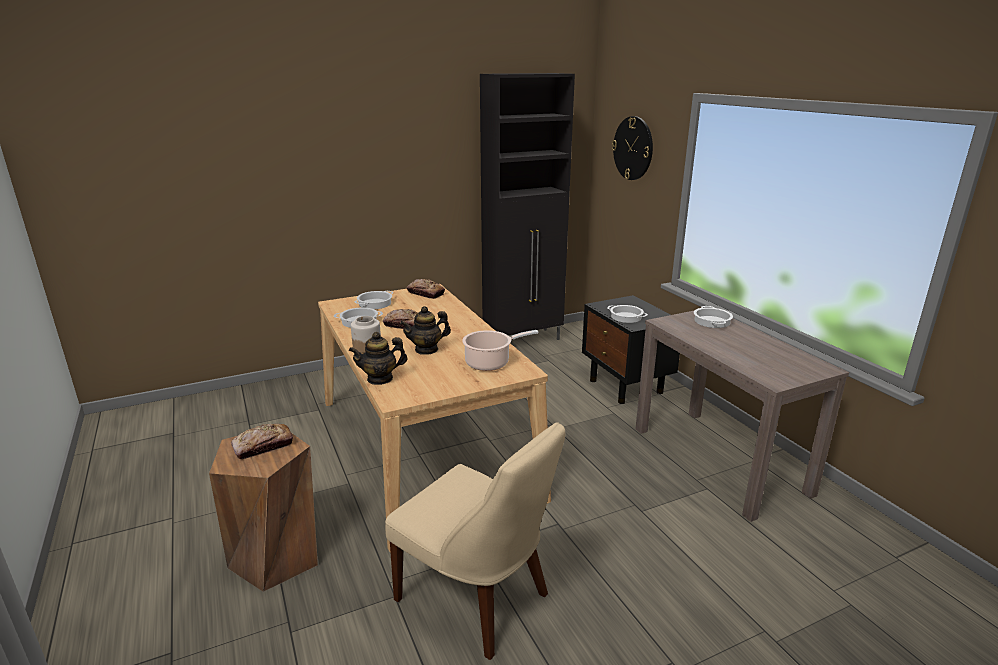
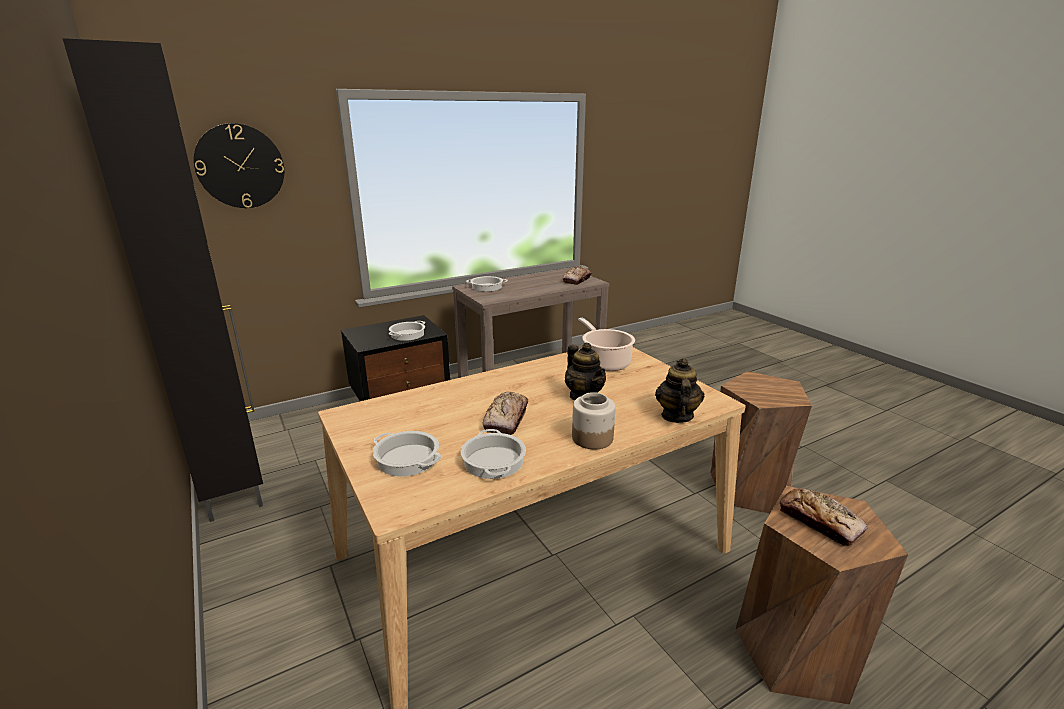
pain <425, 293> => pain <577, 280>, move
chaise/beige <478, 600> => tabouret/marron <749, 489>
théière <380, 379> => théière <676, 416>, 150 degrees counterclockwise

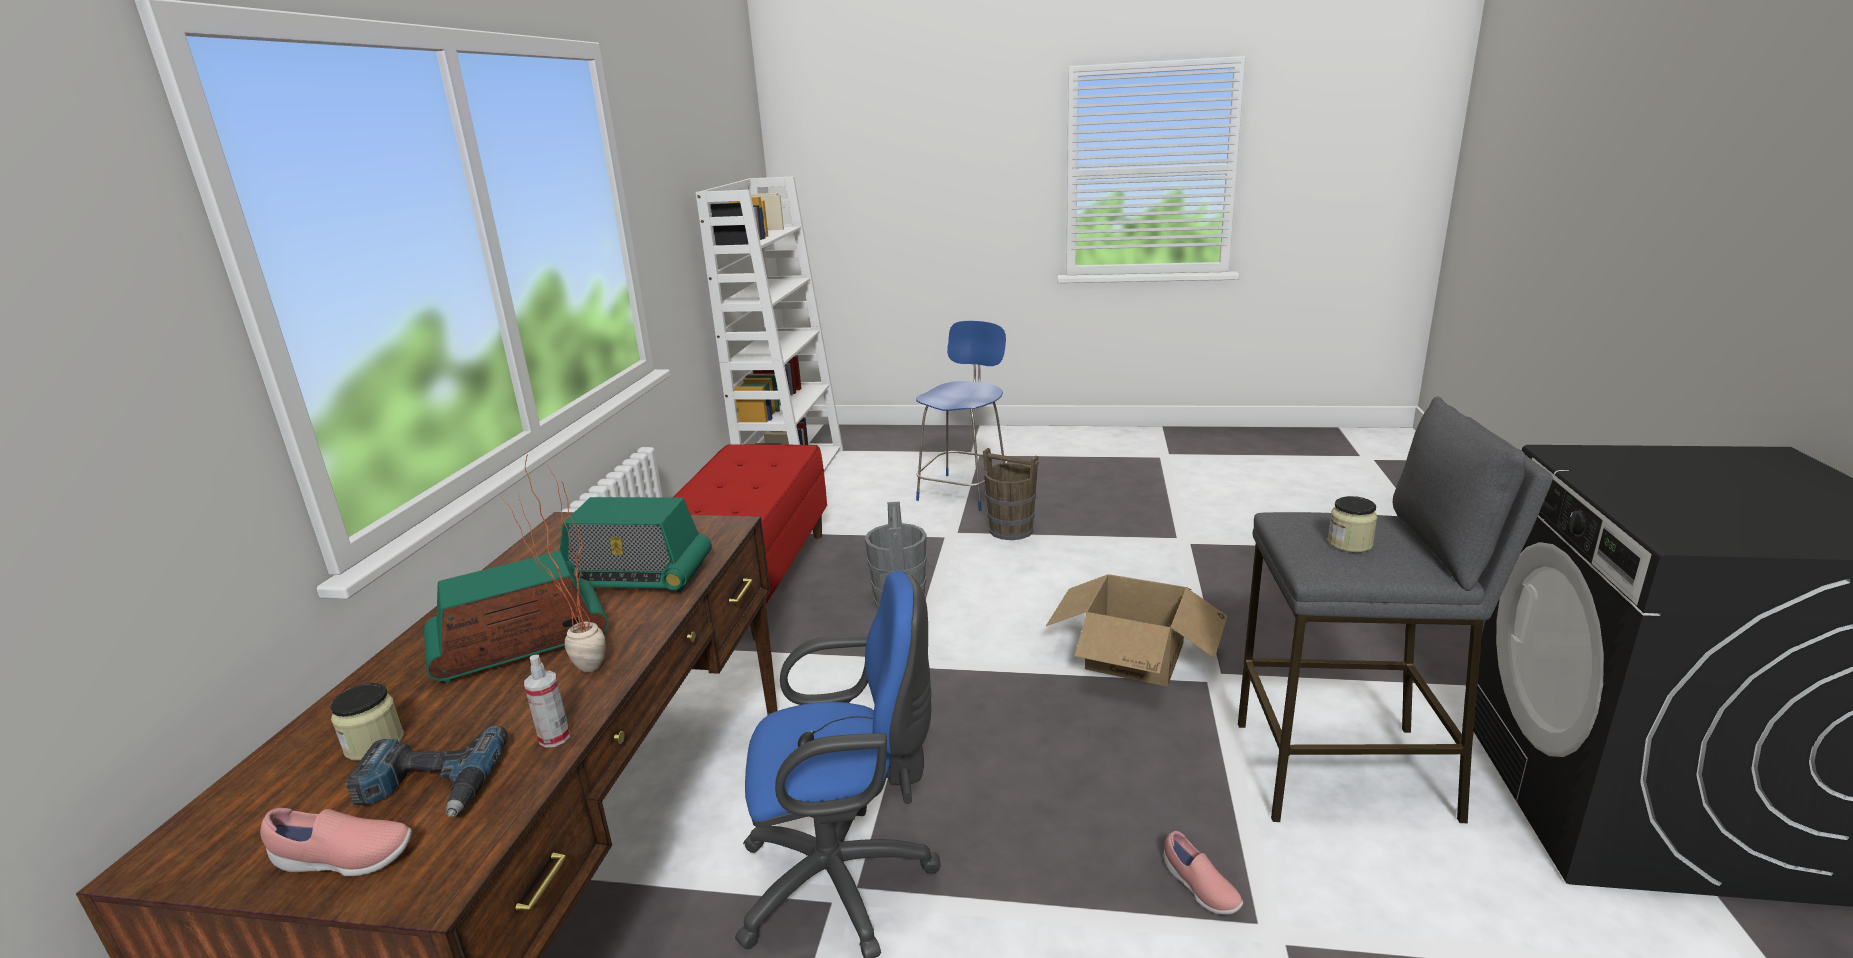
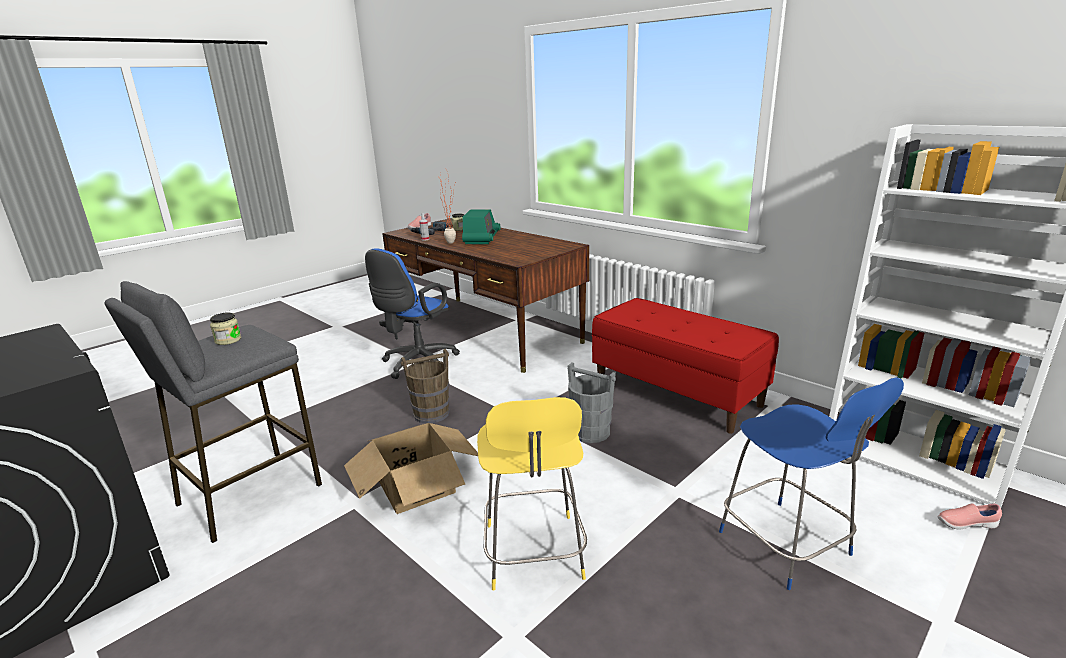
radio <633, 576> => nothing
nothing => tabouret/jaune <534, 554>
seau/marron <1011, 530> => seau/marron <432, 414>, move
chaussure/rose <1199, 888> => chaussure/rose <965, 524>, move

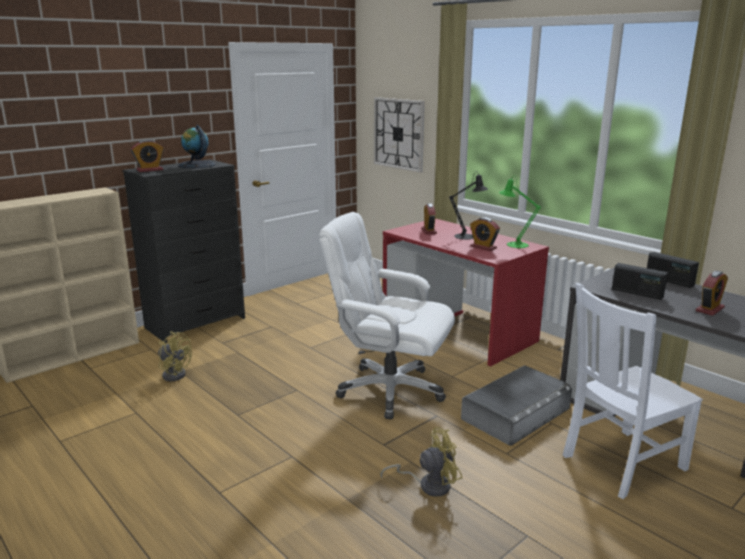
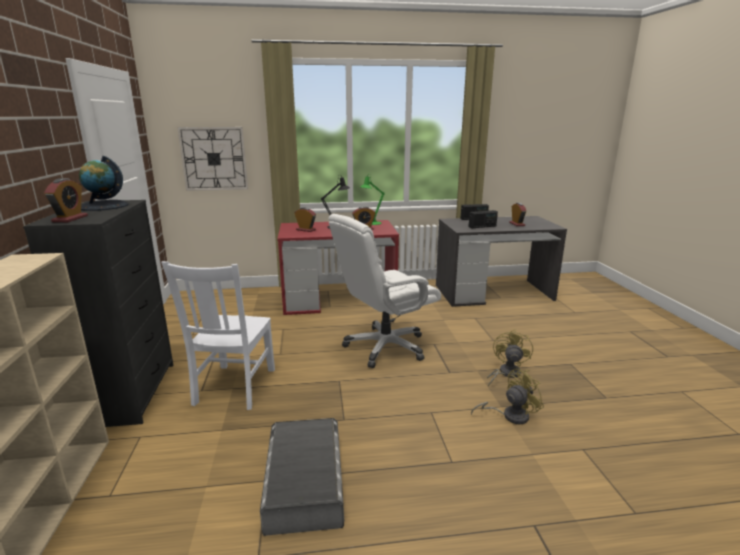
ventilateur/jaune <174, 373> => ventilateur/jaune <510, 415>, move
boîte de rangement/gris <516, 413> => boîte de rangement/gris <305, 482>, move
chaise/blanc <620, 463> => chaise/blanc <234, 388>, move

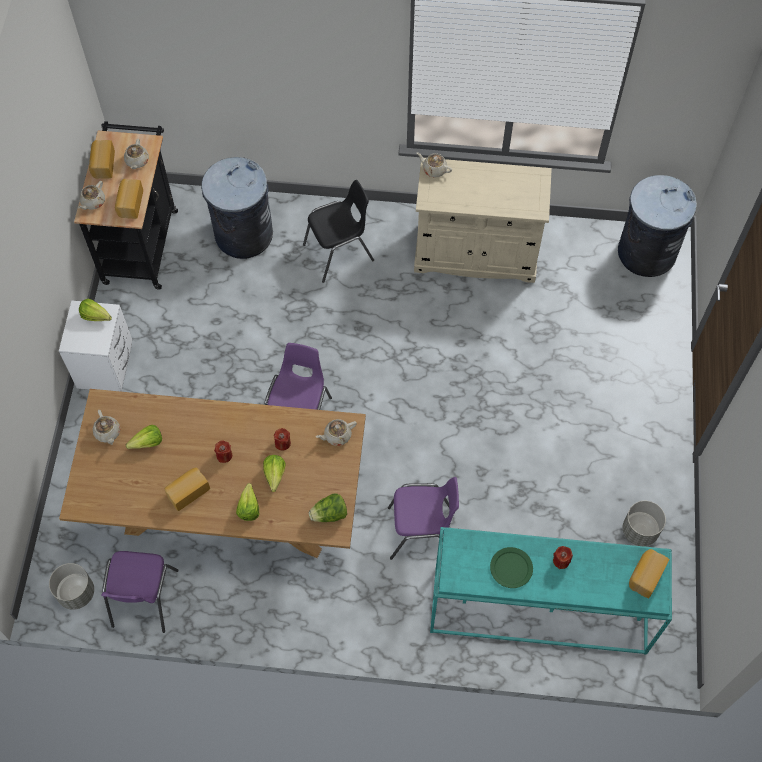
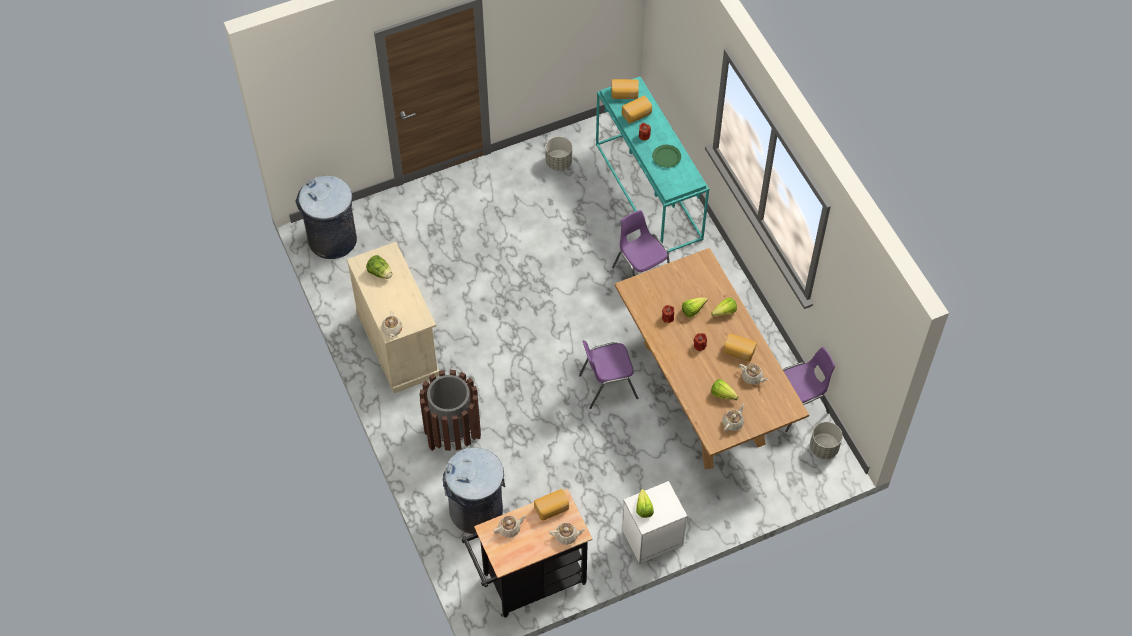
pain <102, 165> => pain <637, 115>, move
laitue <329, 514> => laitue <380, 273>, move
théière/beige <337, 435> => théière/beige <752, 377>, move
chaise/noir <339, 253> => poubelle/marron <453, 433>

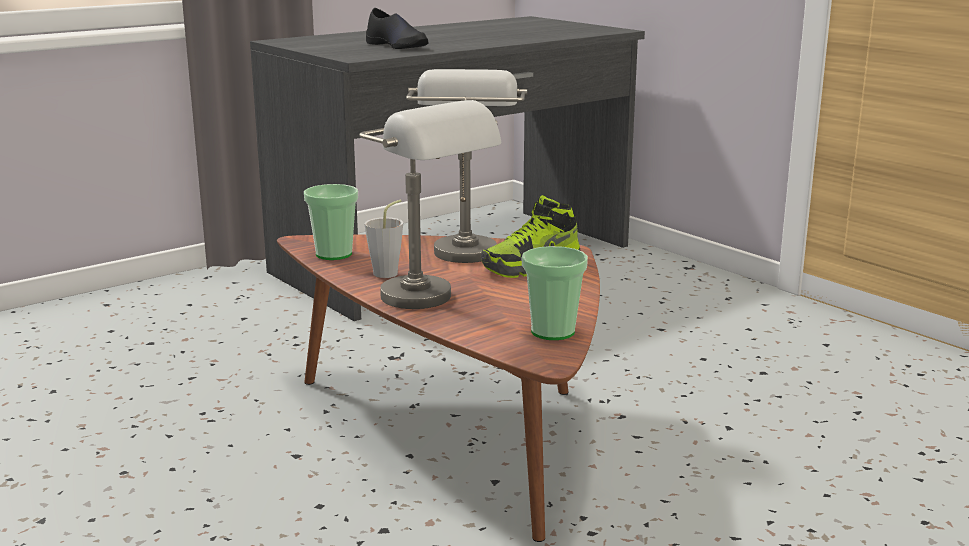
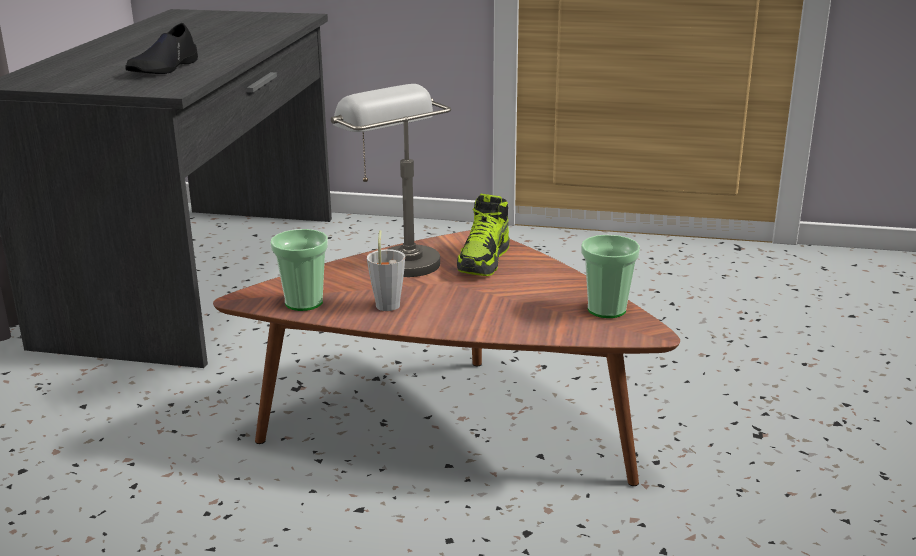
lampe de table/gris <434, 302> => nothing
chaussure/noir <397, 46> => chaussure/noir <164, 68>, 105 degrees clockwise

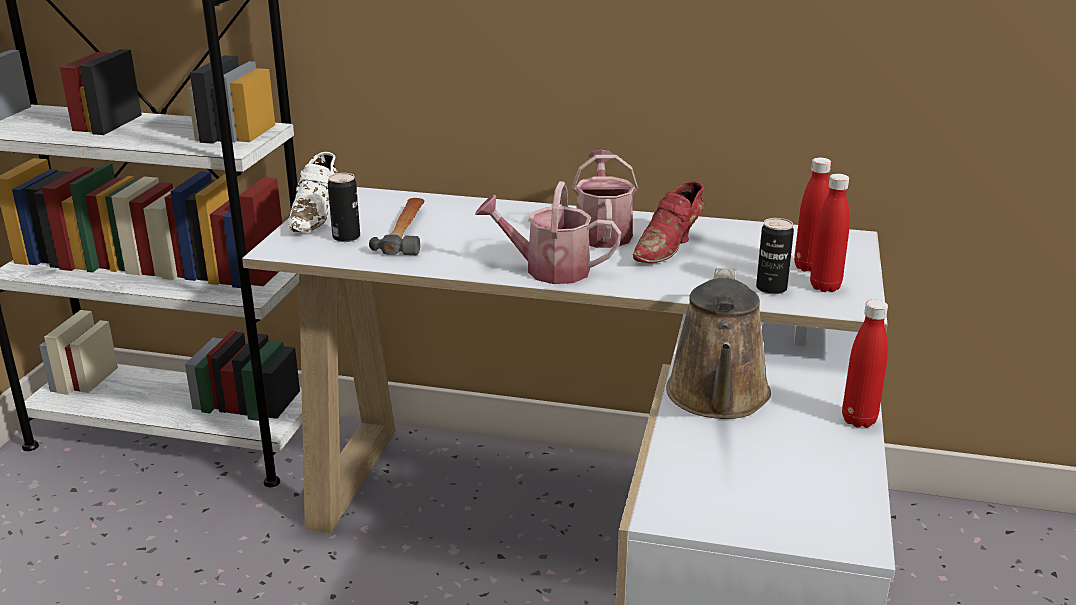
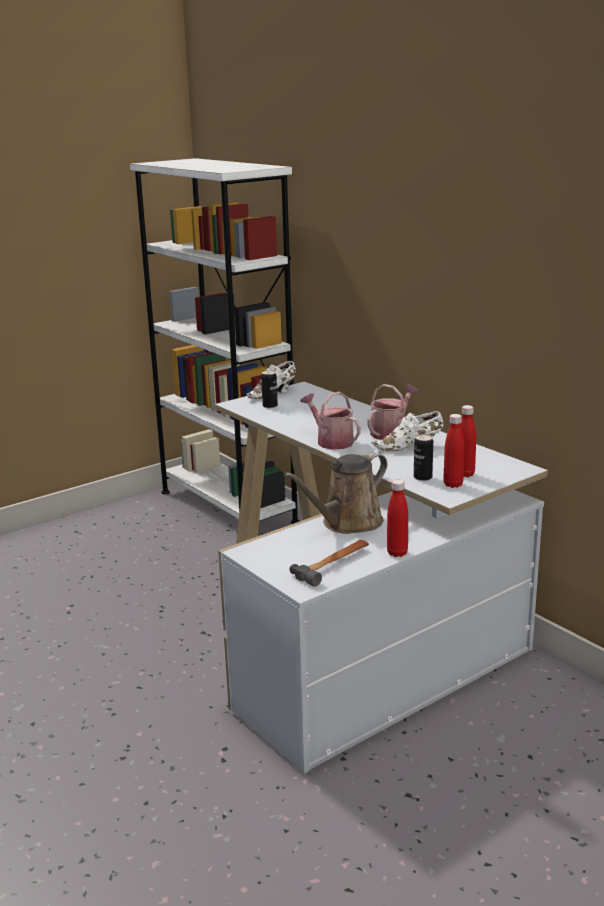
marteau <406, 231> => marteau <333, 565>, move
chaussure/rouge <669, 247> => chaussure/blanc <410, 447>

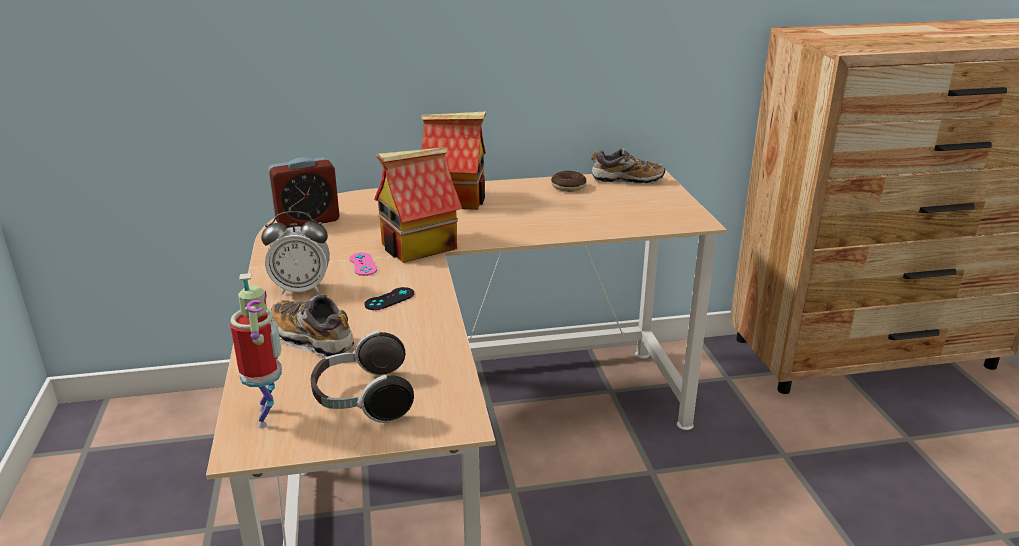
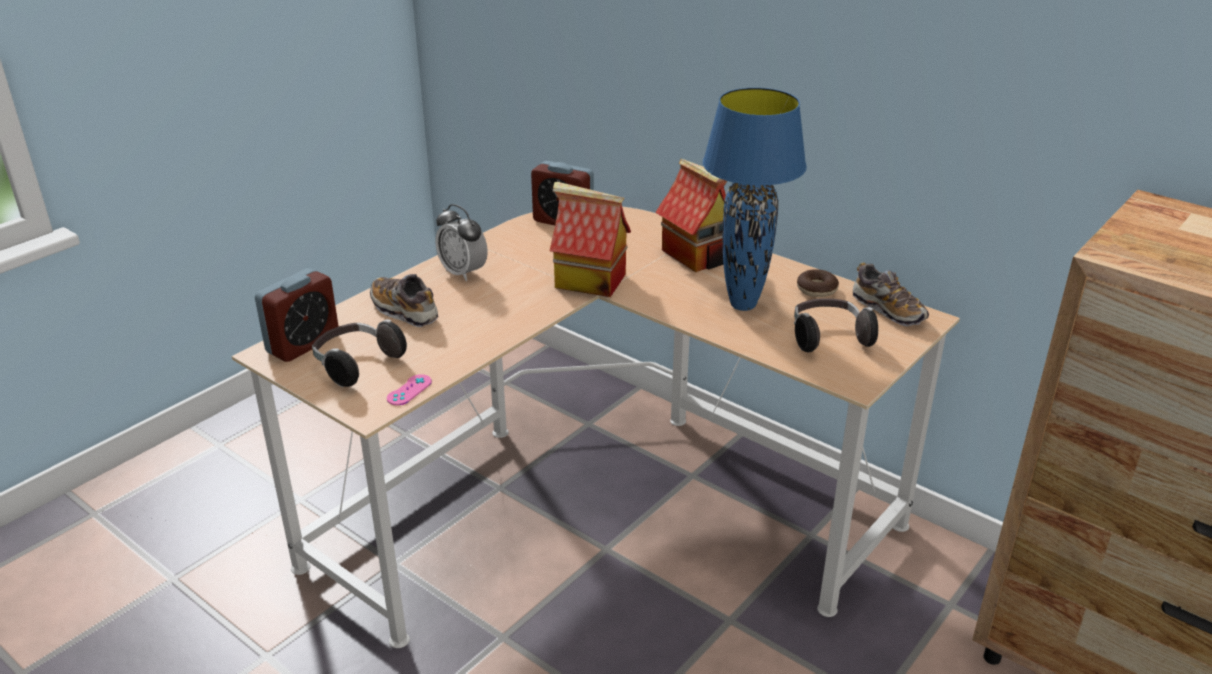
manette/noir <389, 299> => nothing
nothing => lampe de table/bleu <743, 305>
nothing => casque audio <828, 338>
manette/rose <363, 264> => manette/rose <409, 390>, move
robot jouet <269, 417> => réveil <303, 344>
chaussure <312, 339> => chaussure <404, 311>, 45 degrees counterclockwise

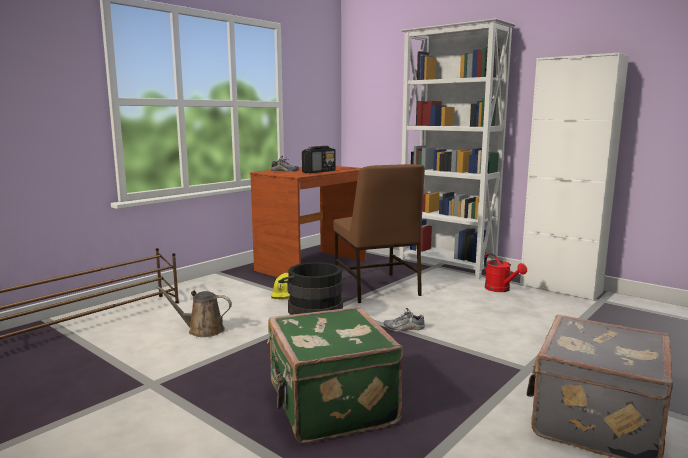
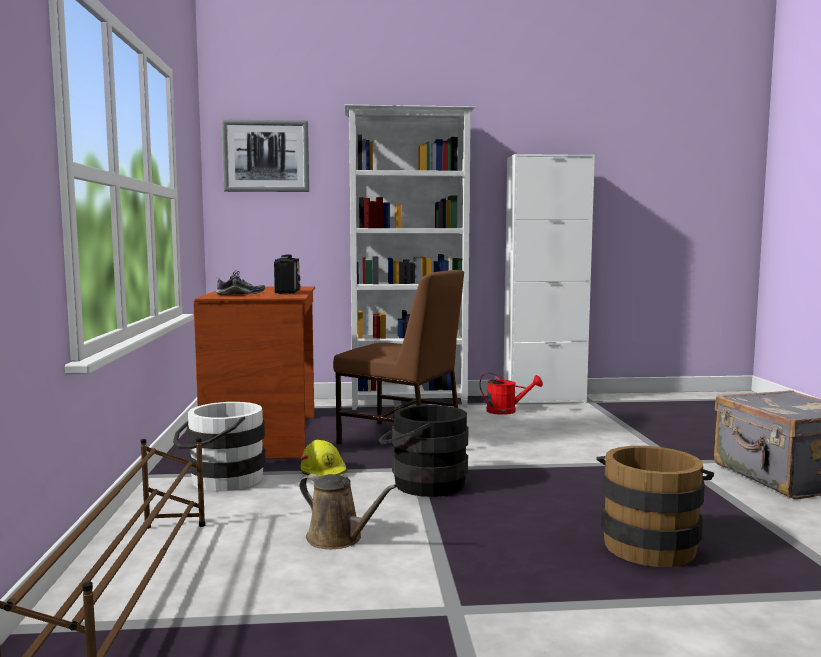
chaussure <404, 328> => nothing
nothing => seau/blanc <220, 480>
nothing => tableau <266, 156>
valise/vert <329, 406> => seau/marron <650, 543>
arrosoir/marron <202, 330> => arrosoir/marron <338, 539>, 105 degrees counterclockwise

